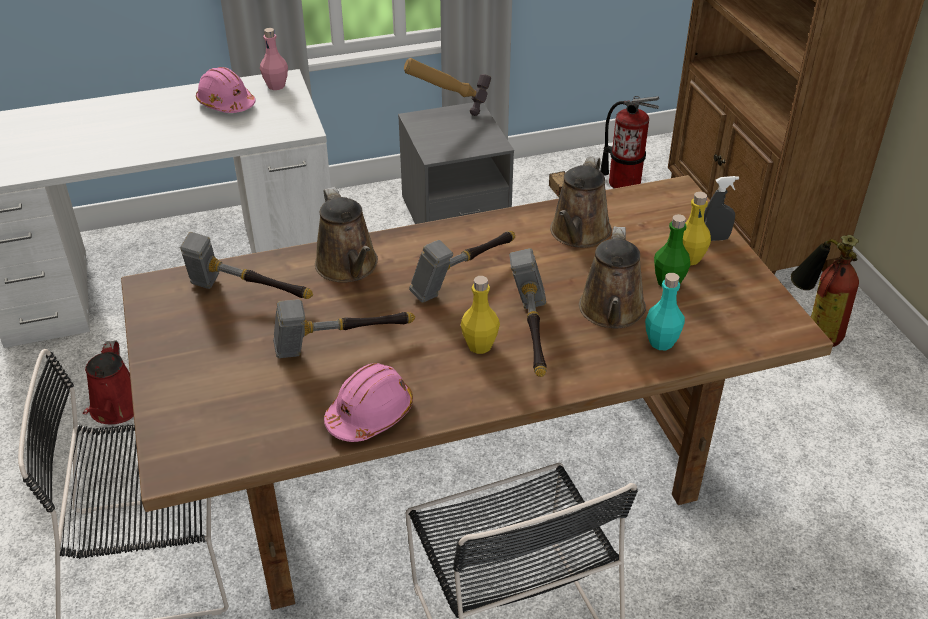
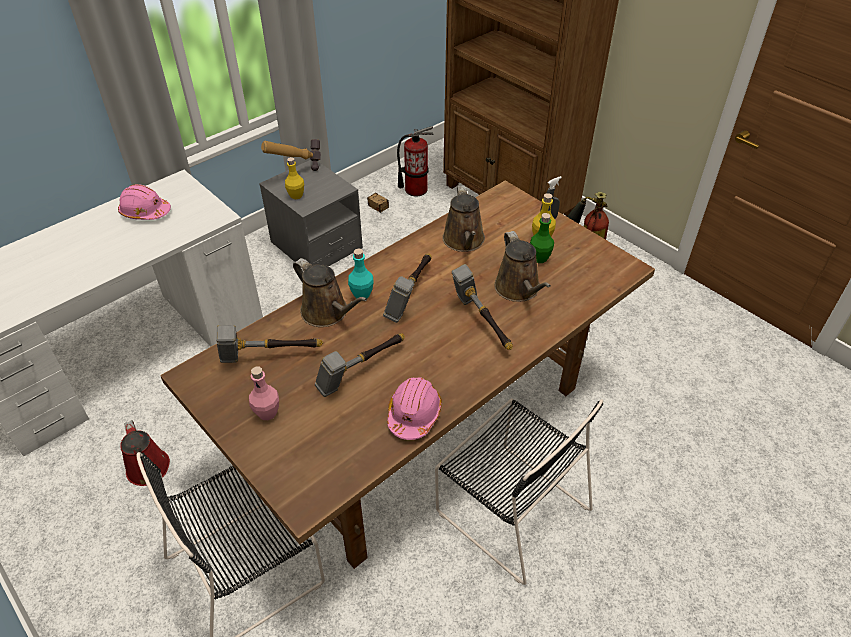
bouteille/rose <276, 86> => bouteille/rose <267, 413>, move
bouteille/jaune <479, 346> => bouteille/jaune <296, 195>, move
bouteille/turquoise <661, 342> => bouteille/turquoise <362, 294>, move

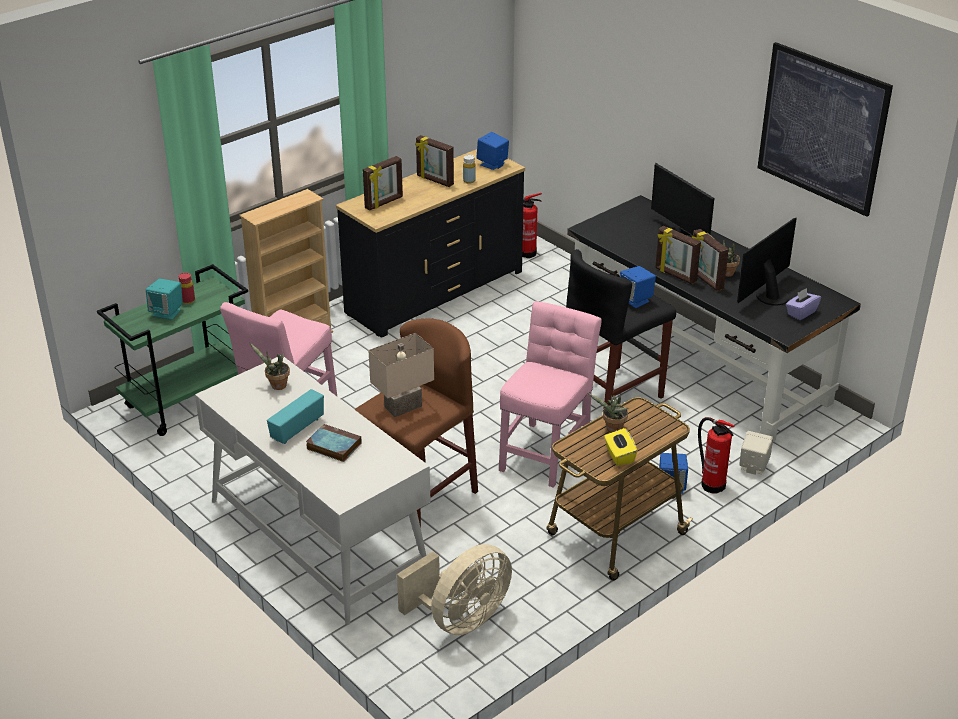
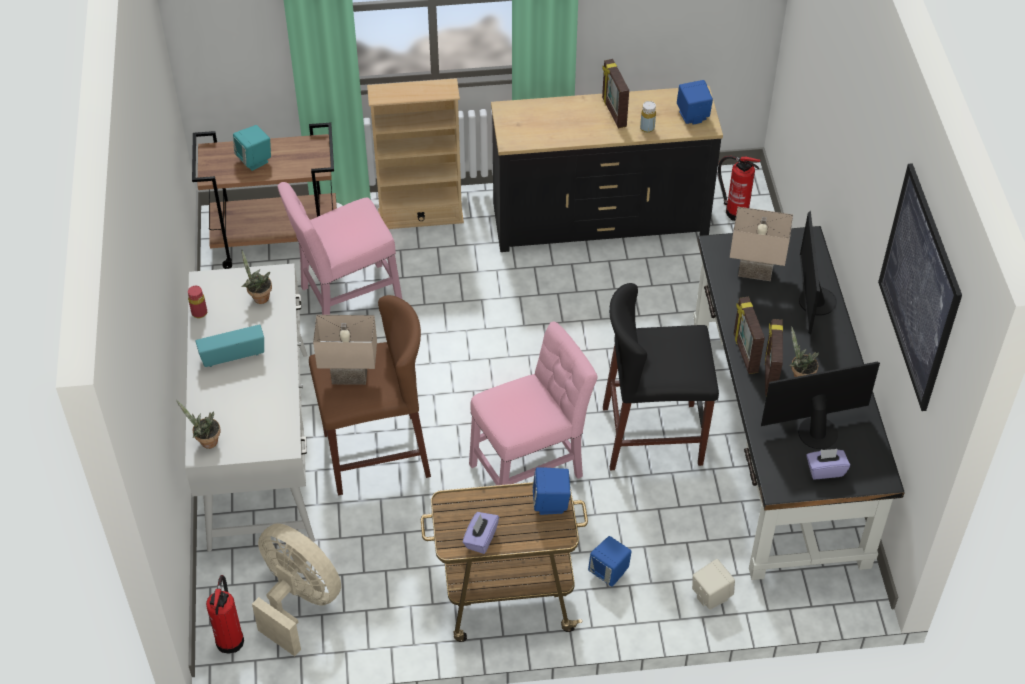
livre <332, 446> => nothing
cadre photo <384, 203> => nothing
nothing => lampe de table/beige <756, 270>
bouteille/rouge <188, 301> => bouteille/rouge <199, 313>, move
plante en pot <612, 429> => plante en pot <206, 442>, move
enceinte/bleu <635, 300> => enceinte/bleu <551, 503>, move
extincteur <711, 484> => extincteur <230, 638>, move
chariot/vert <189, 400> => chariot/marron <278, 240>
boîte à mouchoirs/jaune <619, 456> => boîte à mouchoirs/violet <480, 539>
ventilateur/beige <460, 619> => ventilateur/beige <298, 601>, 135 degrees counterclockwise

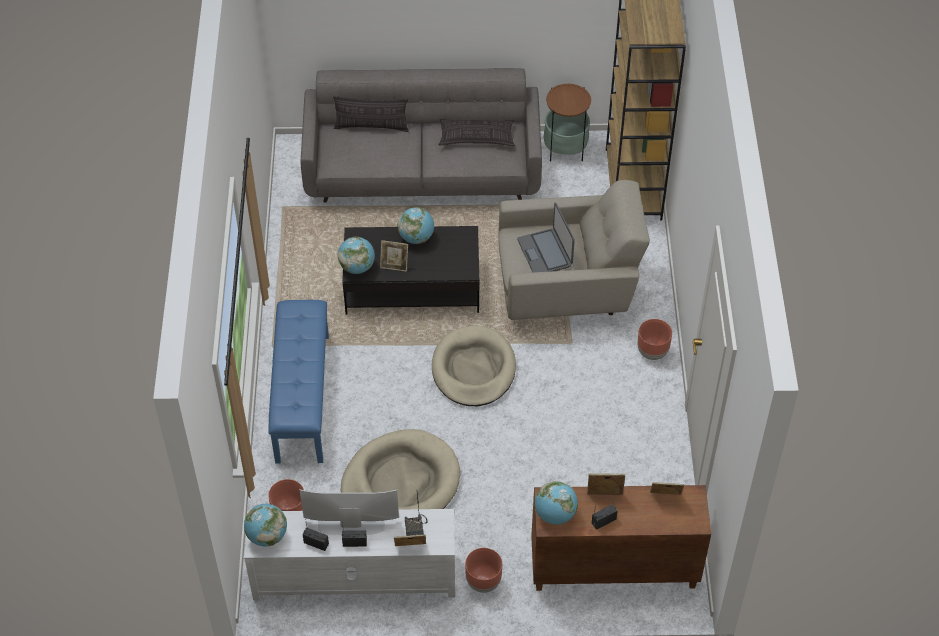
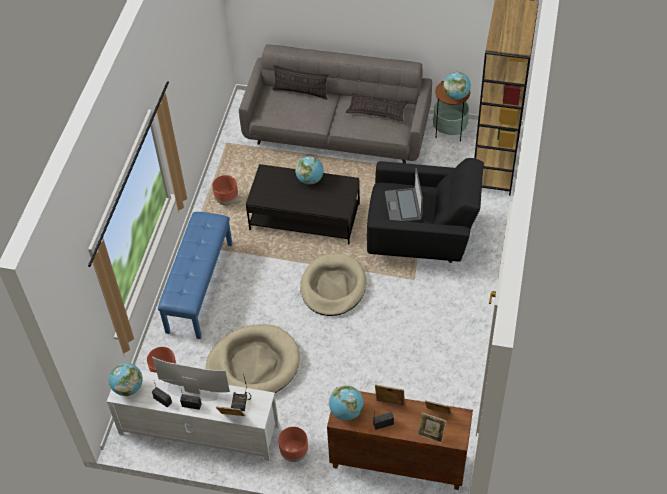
globe <357, 267> => globe <456, 95>, move
cadre photo <394, 266> => cadre photo <431, 435>, move
cache-pot/marron <652, 352> => cache-pot/marron <227, 200>, move
fauteuil/beige <567, 289> => fauteuil/noir <422, 237>

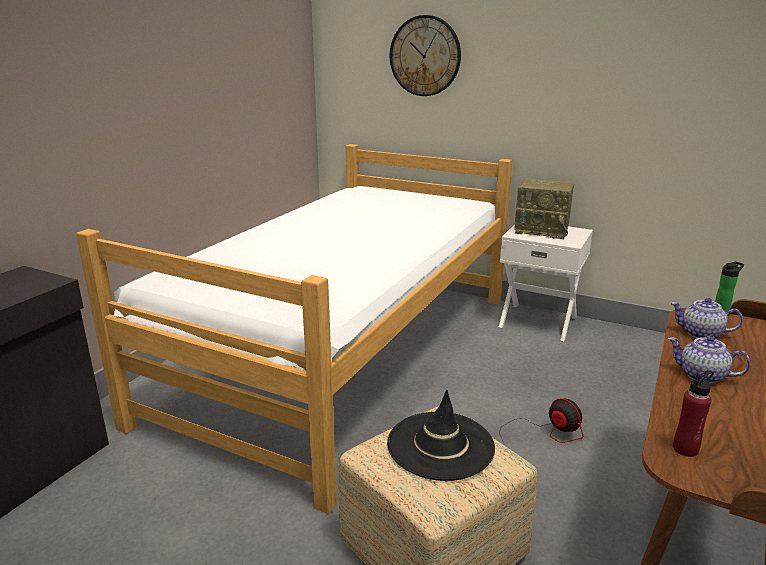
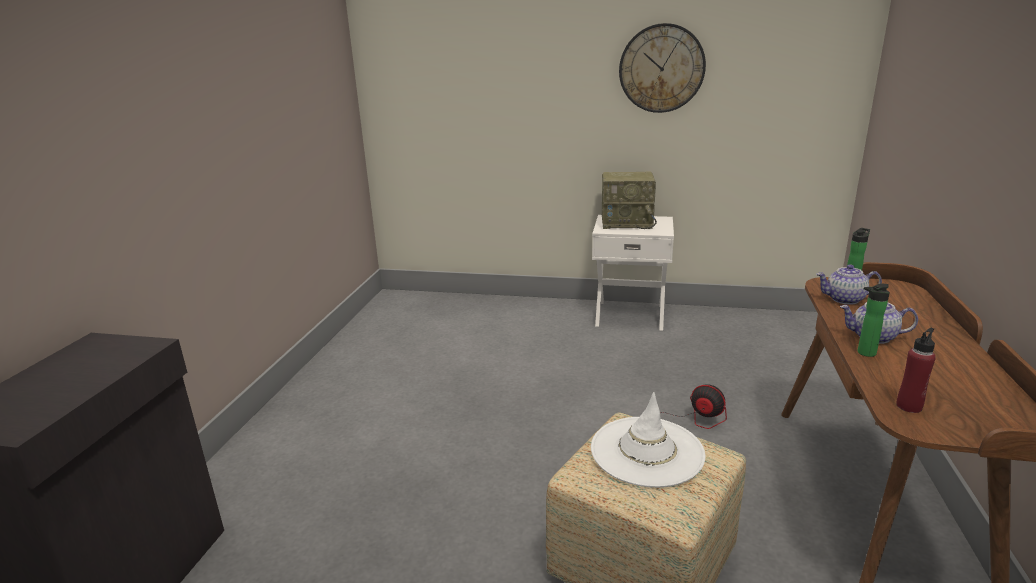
lit <345, 353> => nothing
nothing => bouteille <864, 353>
horloge murale <425, 56> => horloge murale <661, 68>, move
chapeau/noir <440, 445> => chapeau/blanc <646, 451>

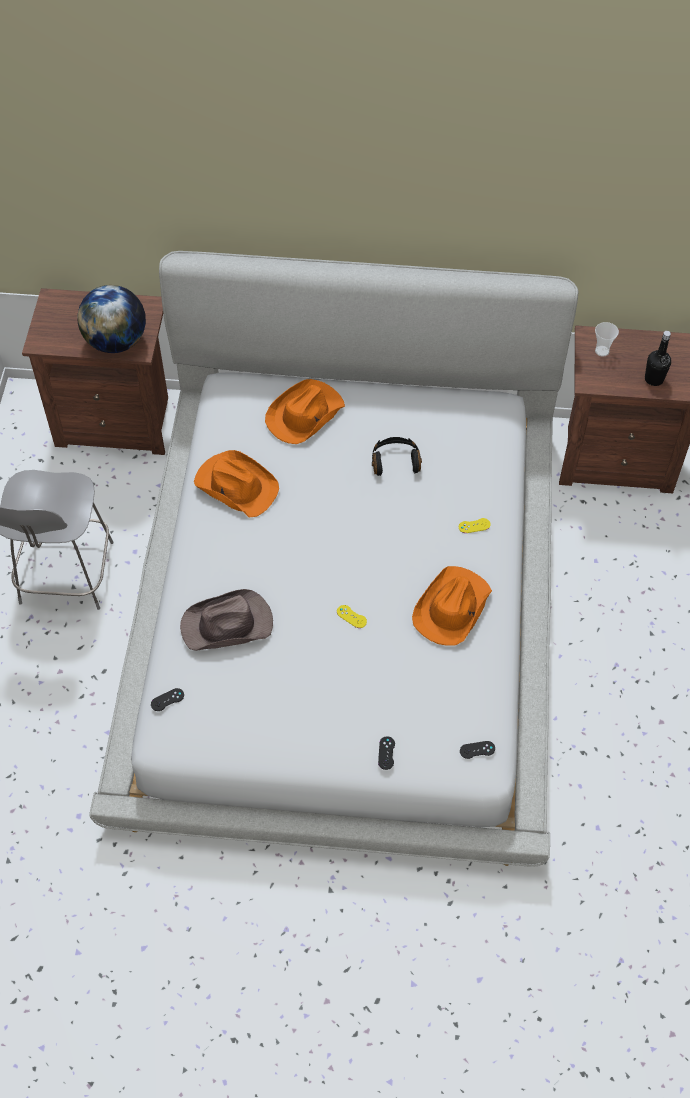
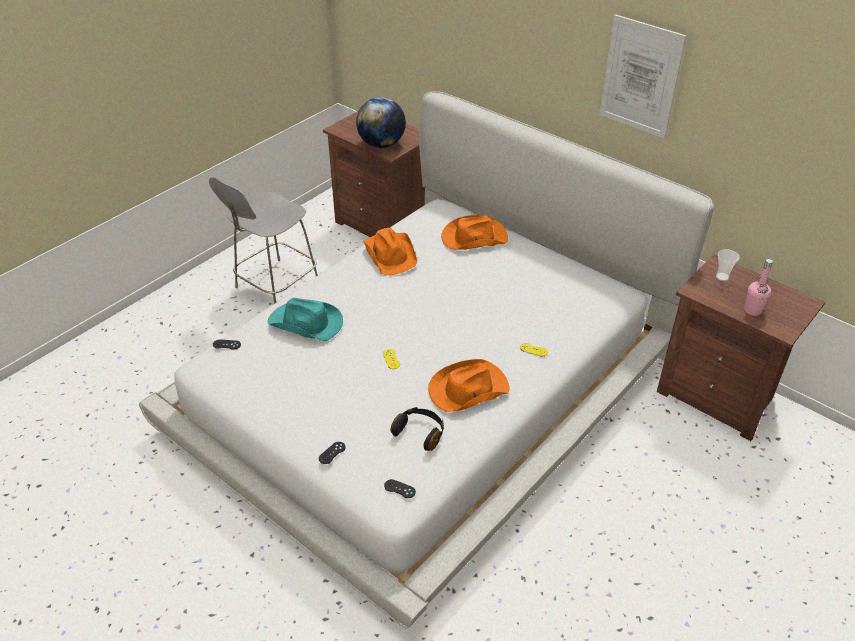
nothing => tableau <640, 77>
casque audio/noir <395, 461> => casque audio/noir <420, 433>, move
chapeau/marron <228, 625> => chapeau/turquoise <306, 323>
bouteille/noir <654, 379> => bouteille/rose <752, 310>

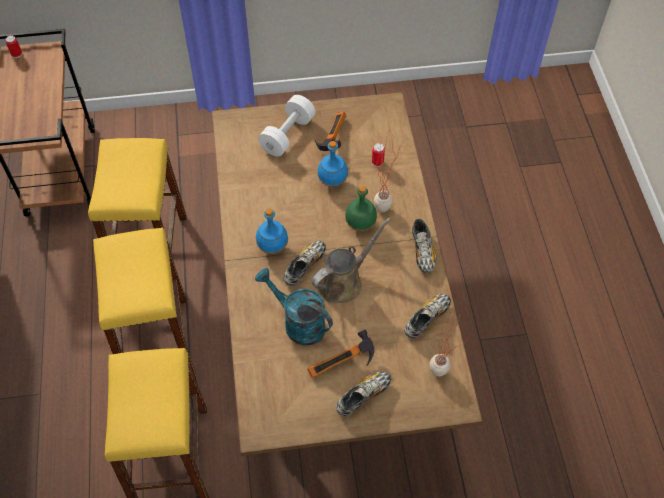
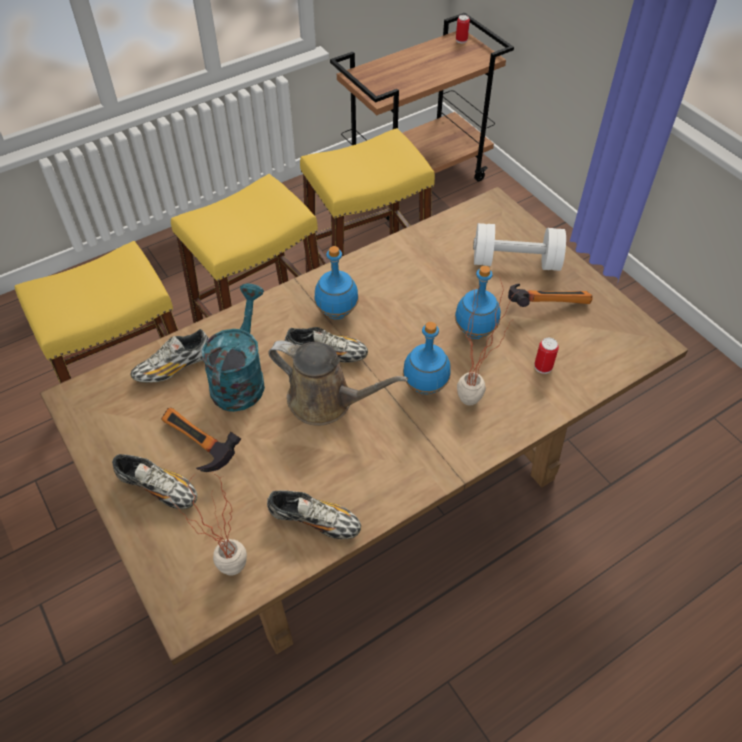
chaussure <423, 251> => chaussure <175, 367>, move
bouteille/vert <360, 225> => bouteille/bleu <426, 387>

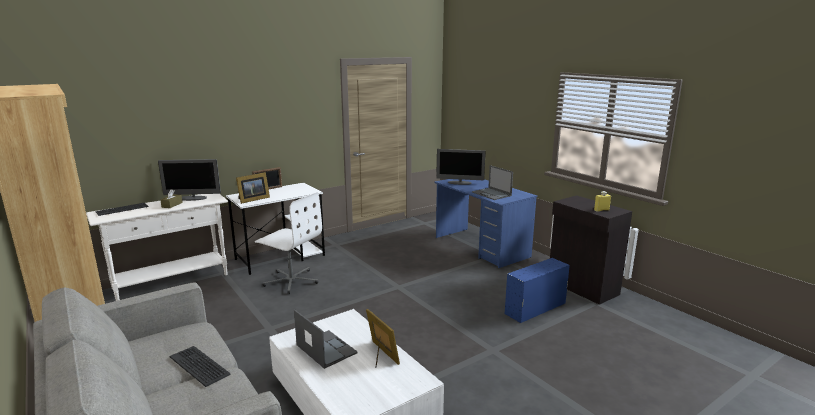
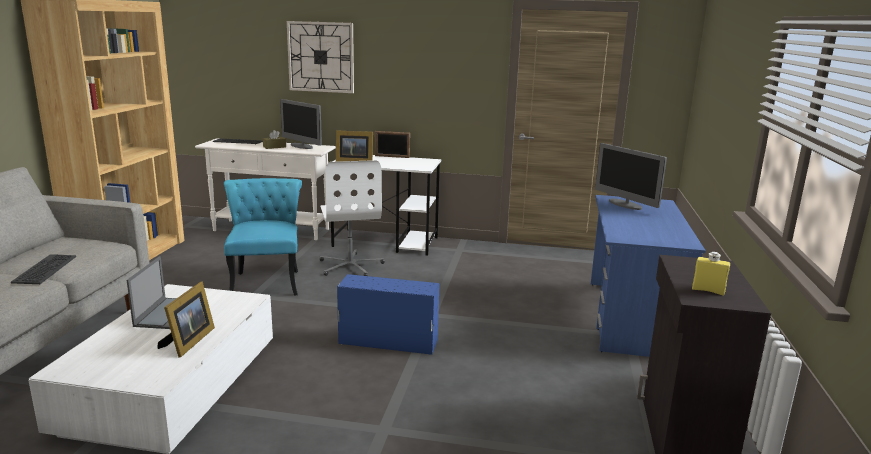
ordinateur portable <492, 194> => nothing
nothing => chaise/turquoise <266, 280>
nothing => horloge murale <321, 57>
boîte de rangement/bleu <534, 308> => boîte de rangement/bleu <387, 341>, move

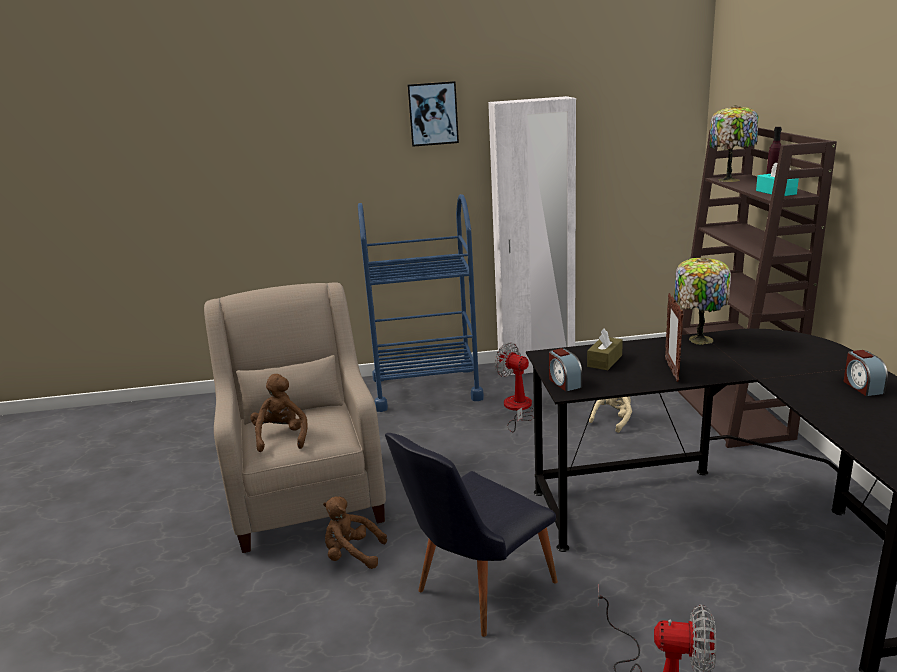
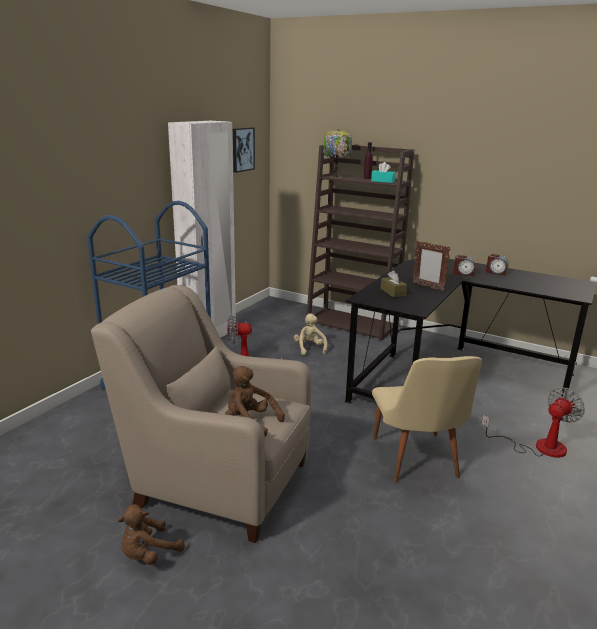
lampe de table <698, 339> => nothing
peluche/marron <352, 555> => peluche/marron <148, 554>, move
tableau <433, 114> => tableau <242, 149>, move
réveil <564, 382> => réveil <463, 273>, move
chaise/noir <475, 591> => chaise/beige <417, 463>

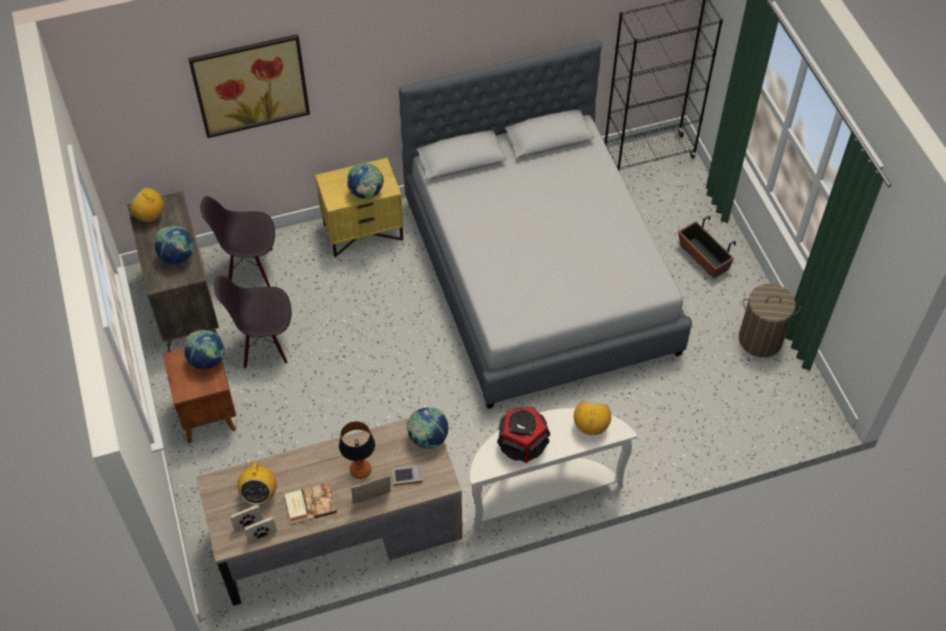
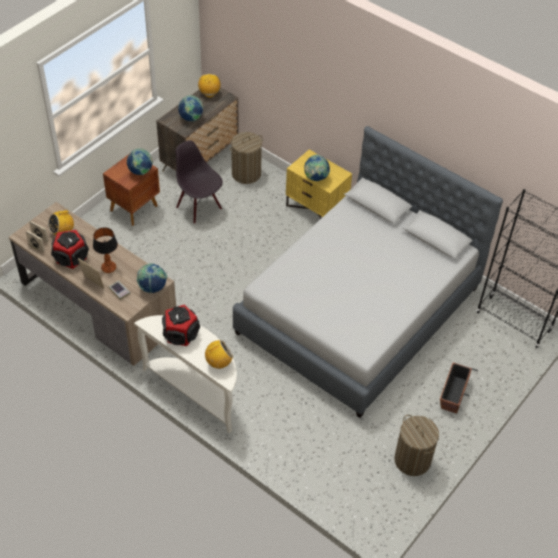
tableau <250, 85> => nothing
chaise/noir <250, 268> => panier à linge <246, 174>
livre <310, 503> => enceinte <71, 257>

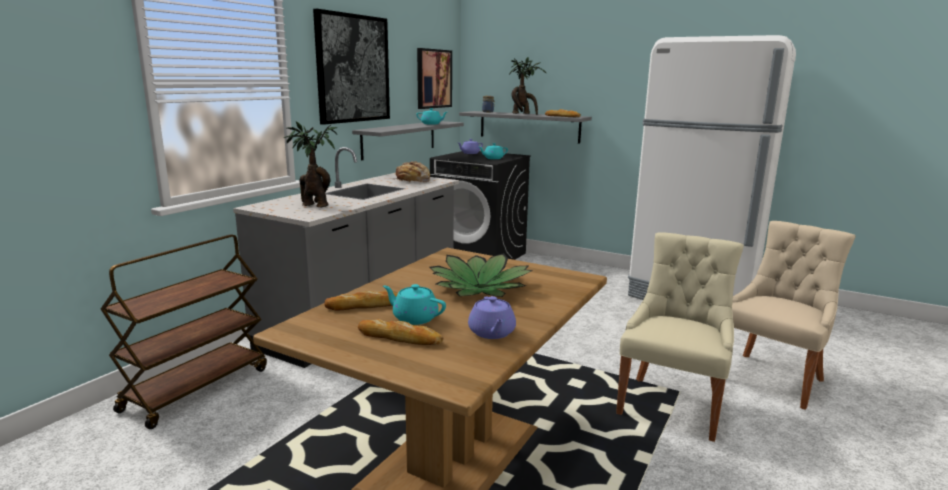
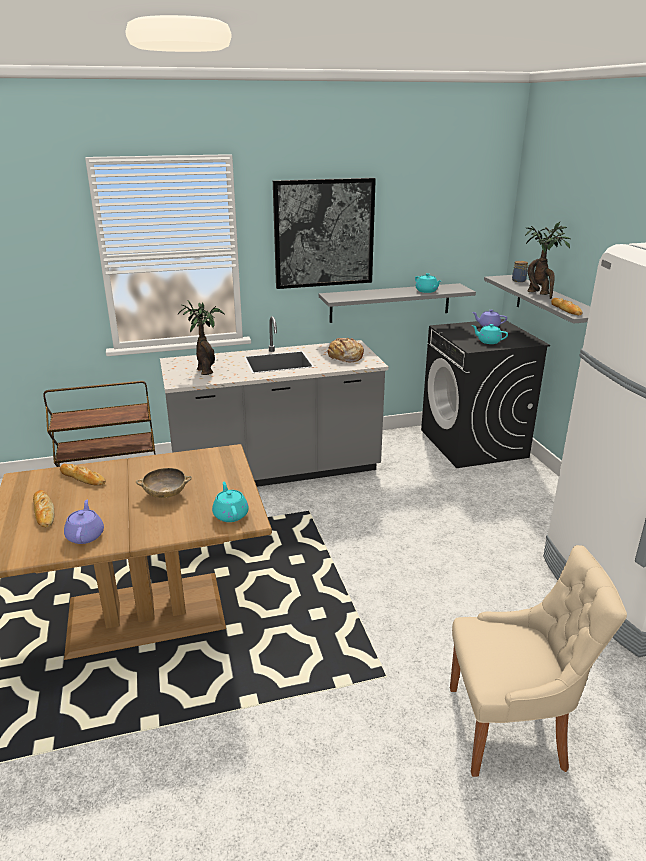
tableau <433, 78> => nothing
chaise/beige <672, 405> => nothing
théière/turquoise <414, 318> => théière/turquoise <230, 514>, move
plante en pot <480, 288> => bol/beige <166, 495>
théière/violet <492, 333> => théière/violet <85, 535>, 135 degrees clockwise

